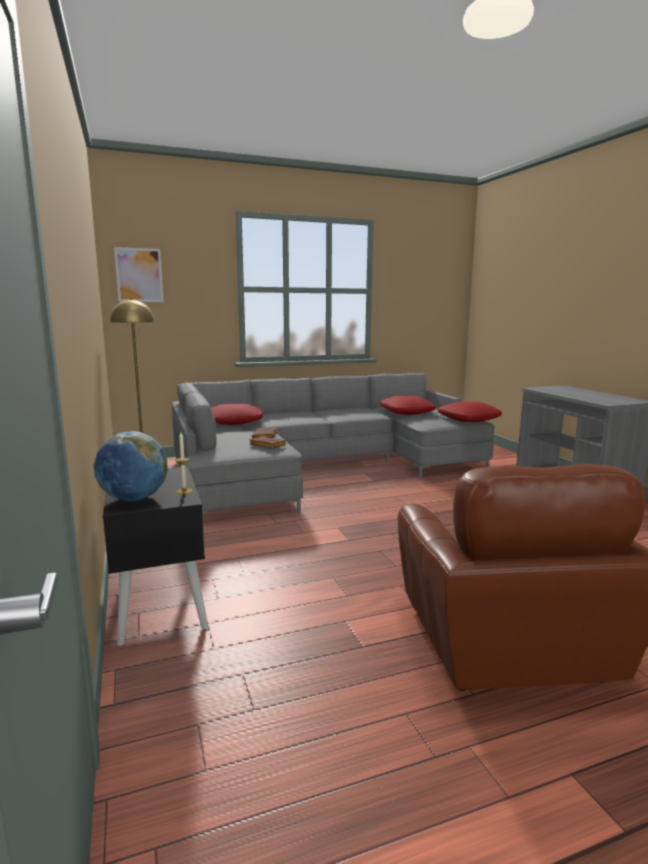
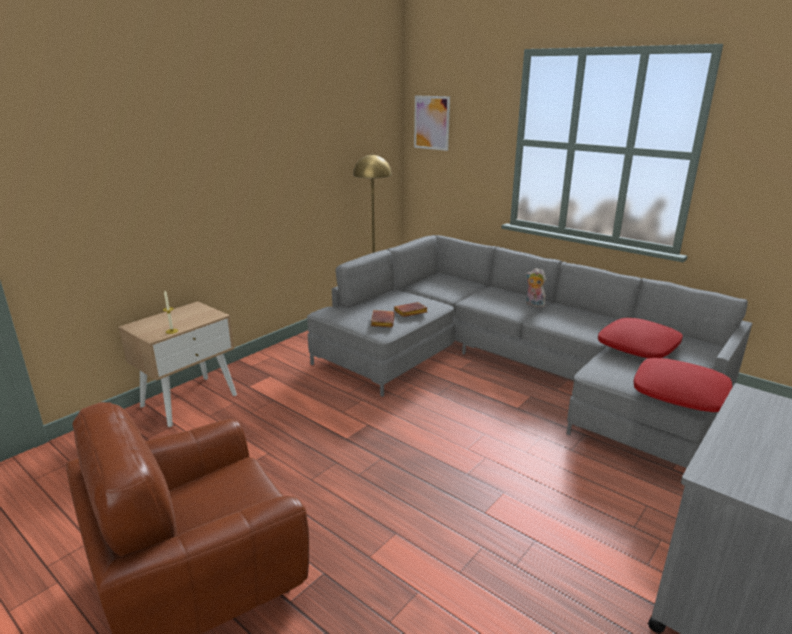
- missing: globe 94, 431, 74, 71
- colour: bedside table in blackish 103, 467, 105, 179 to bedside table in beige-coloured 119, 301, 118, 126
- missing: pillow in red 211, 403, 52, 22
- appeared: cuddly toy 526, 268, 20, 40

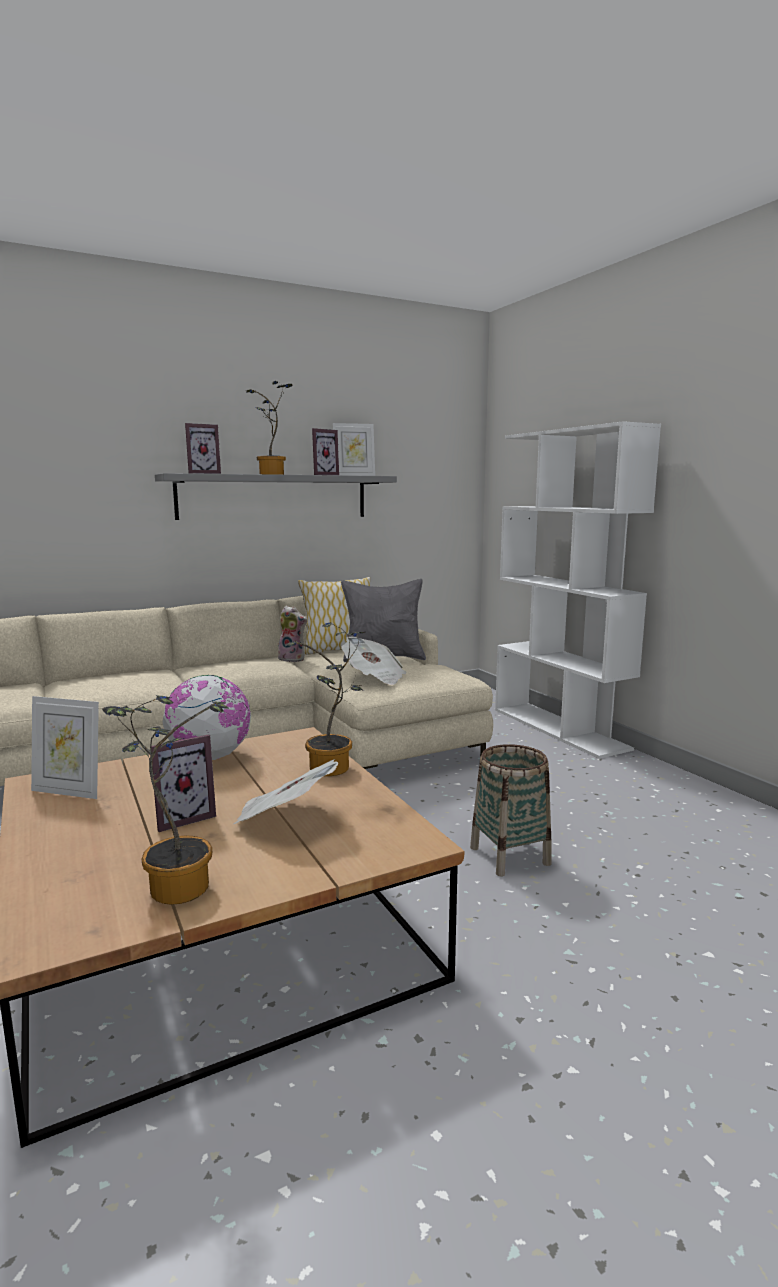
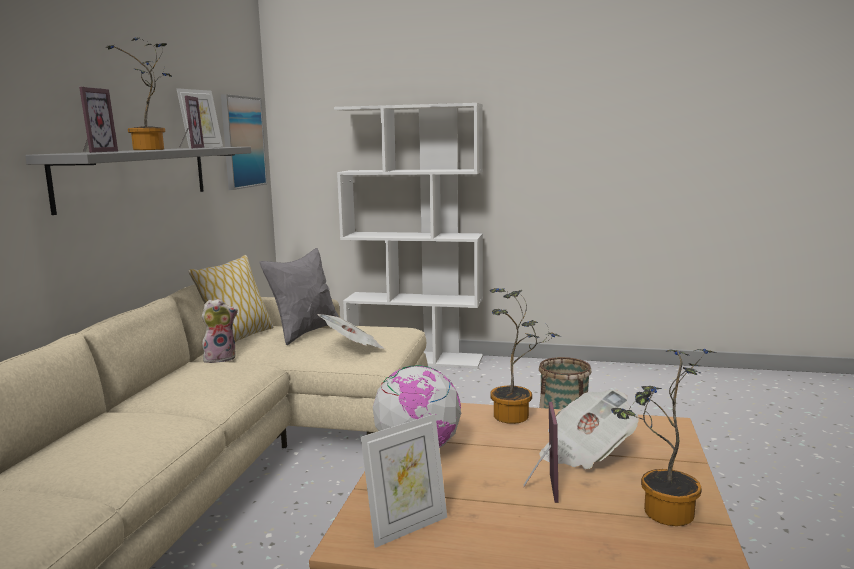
- appeared: picture 221, 94, 46, 96

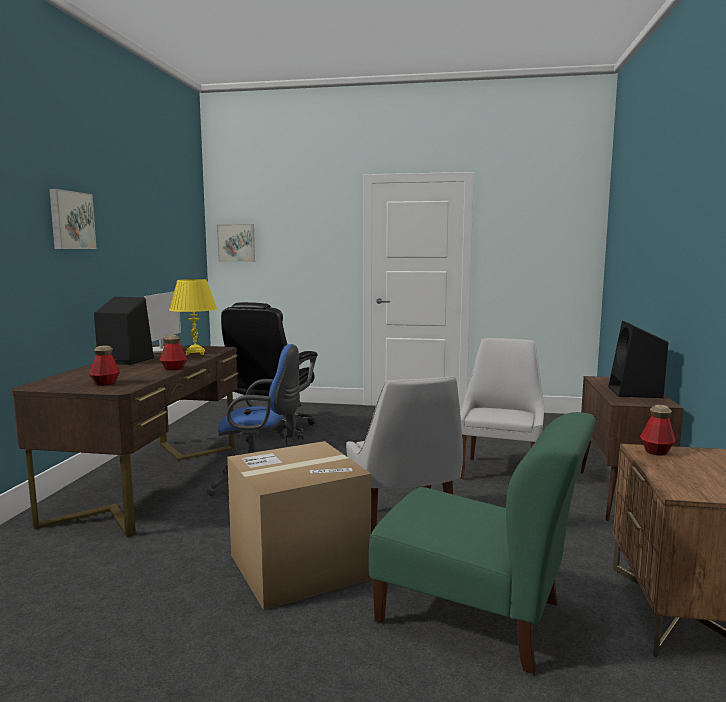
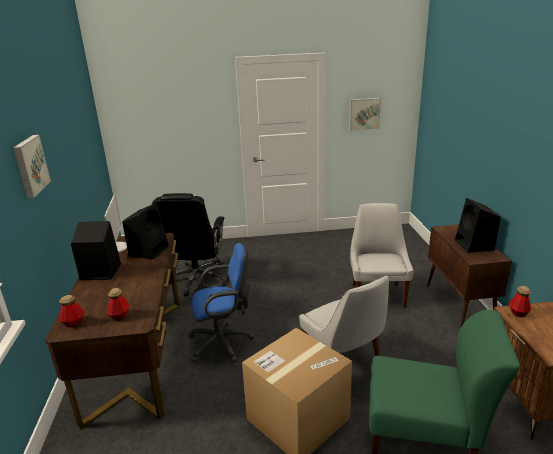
- relocated: beverage bottle 160, 335, 27, 35 to 59, 295, 26, 32
- exchanged: lamp for a table in yellow 169, 279, 48, 77 to loudspeaker in blackish 122, 203, 47, 56
- relocated: picture 217, 224, 38, 38 to 349, 98, 32, 33

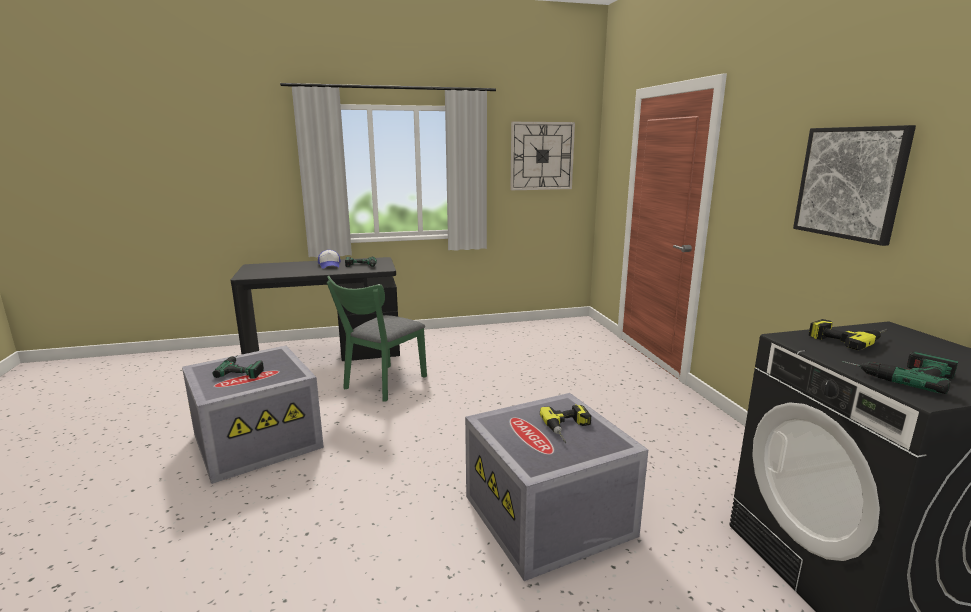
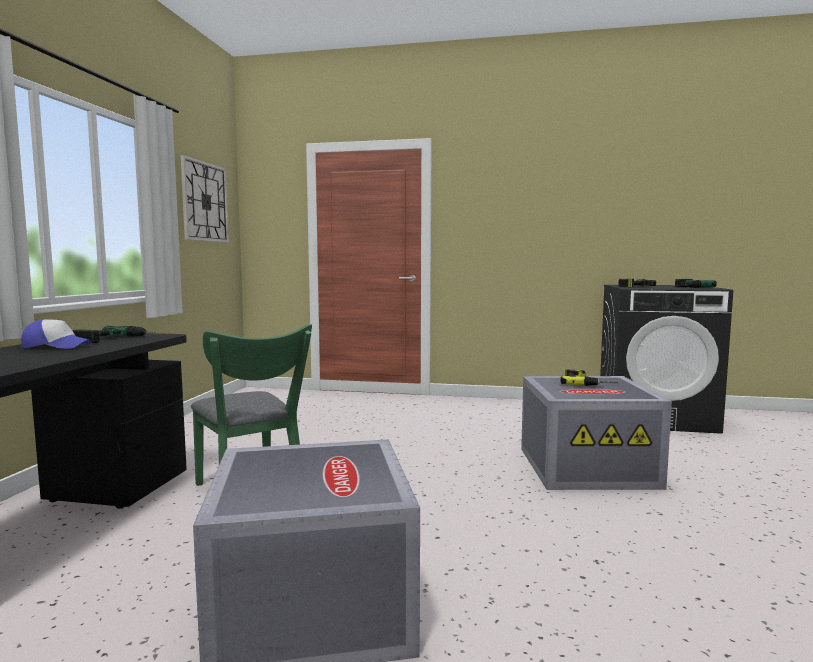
- missing: electric drill 212, 355, 52, 24
- missing: picture 793, 125, 123, 121

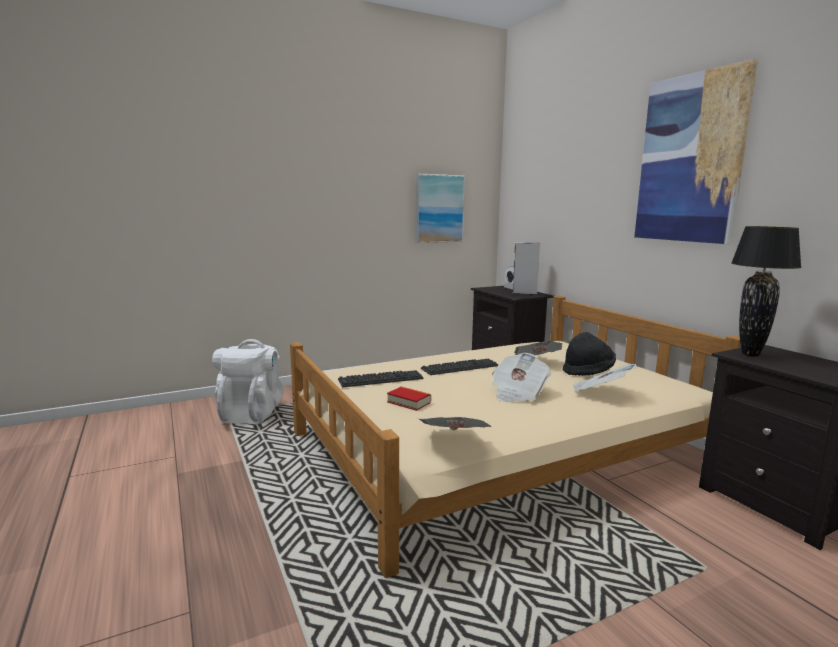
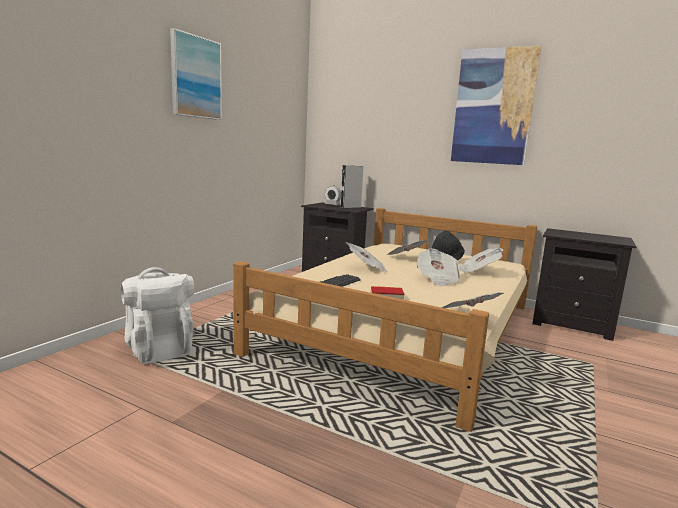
- relocated: picture 415, 173, 50, 70 to 170, 28, 52, 92
- exchanged: keyboard 421, 359, 77, 16 to daily paper 346, 242, 41, 30
- missing: lamp for a table in blackish 731, 226, 70, 130

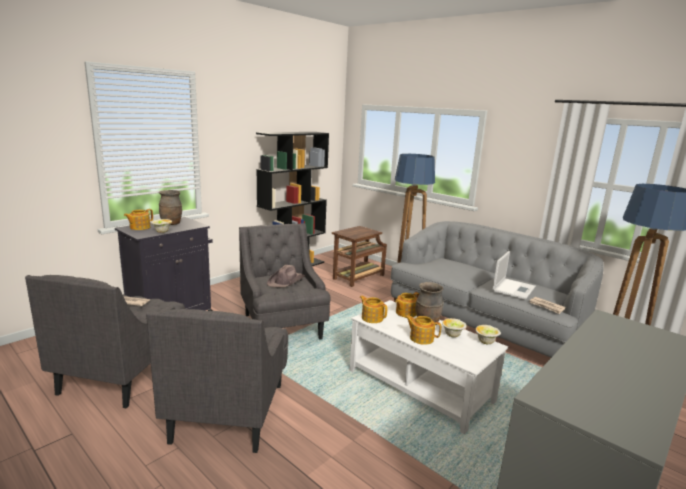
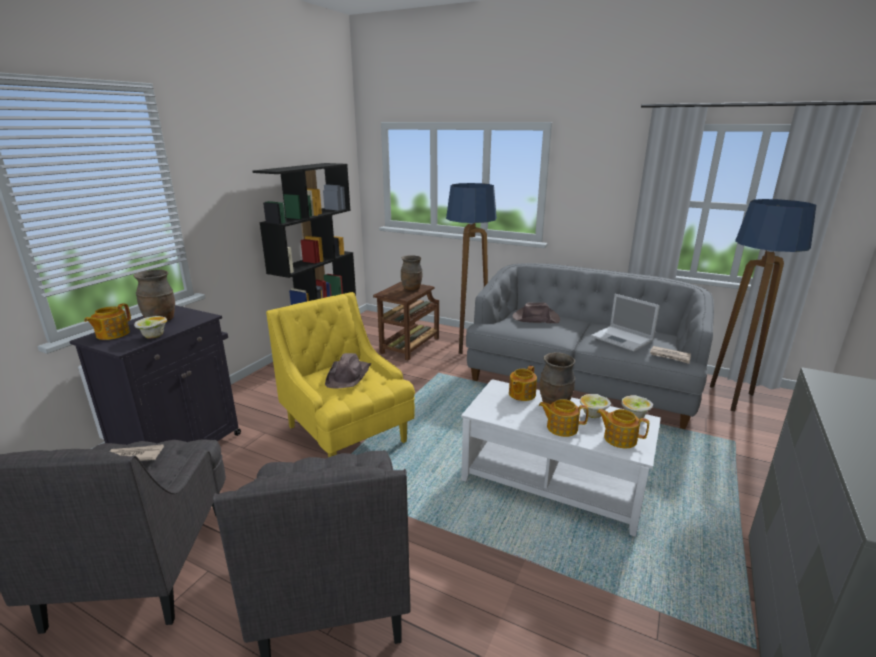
- colour: lounge chair in gray 239, 223, 92, 116 to lounge chair in yellow 266, 292, 149, 165
- relocated: pot for tea 360, 295, 27, 28 to 597, 409, 52, 39
- spun: portable computer 493, 251, 43, 49 = 591, 294, 69, 57 120 degrees clockwise
- appeared: decorative vase in brown-coloured 401, 255, 22, 36
- appeared: hat in brown-coloured 512, 302, 48, 21

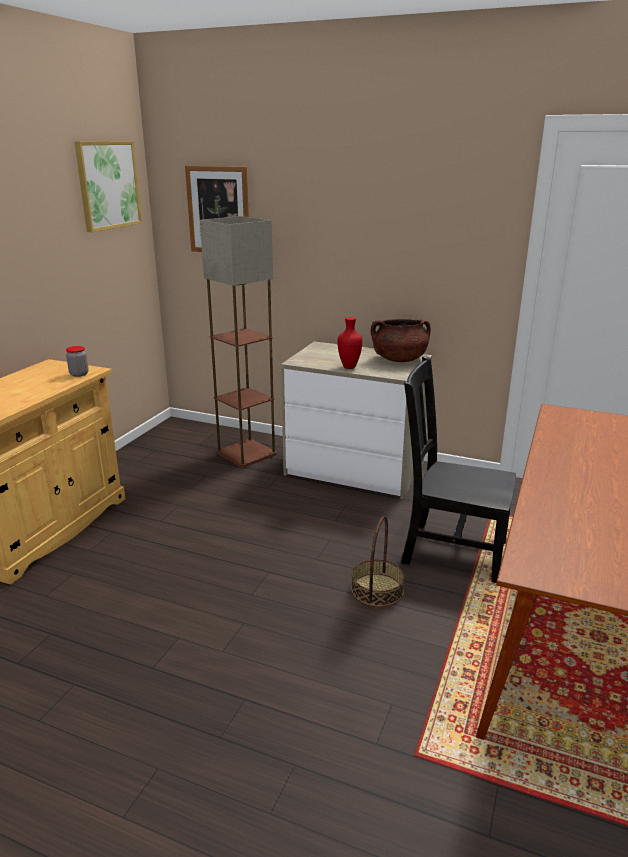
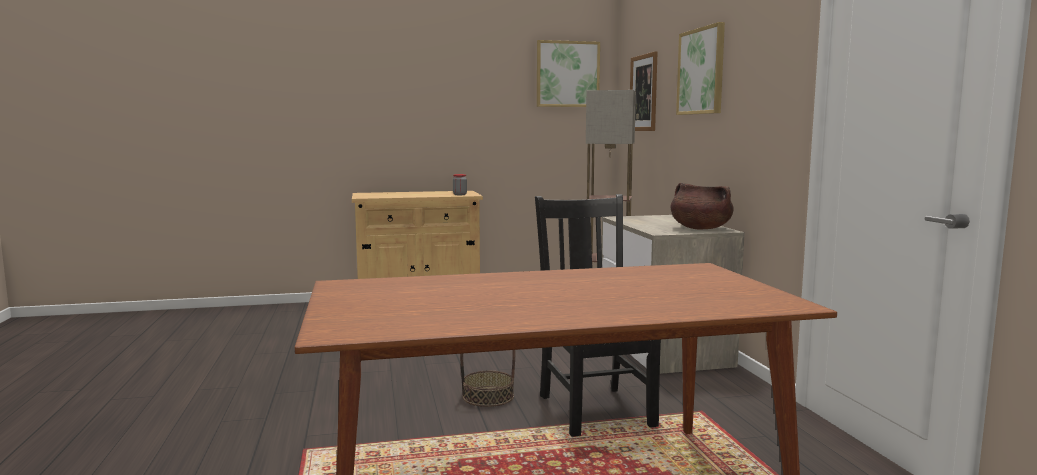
- missing: decorative vase in red 337, 317, 26, 52
- appeared: picture 676, 22, 49, 93

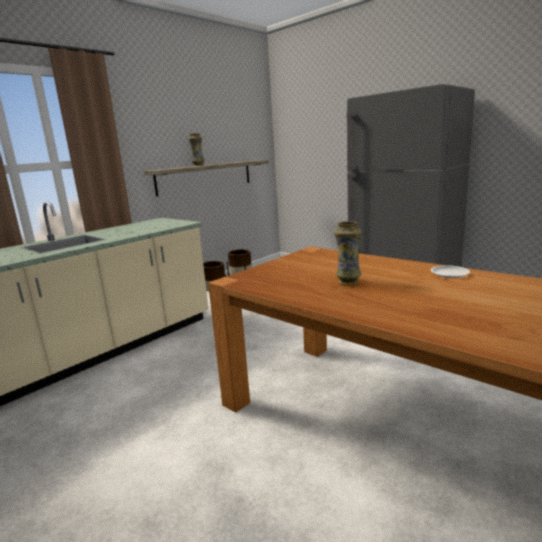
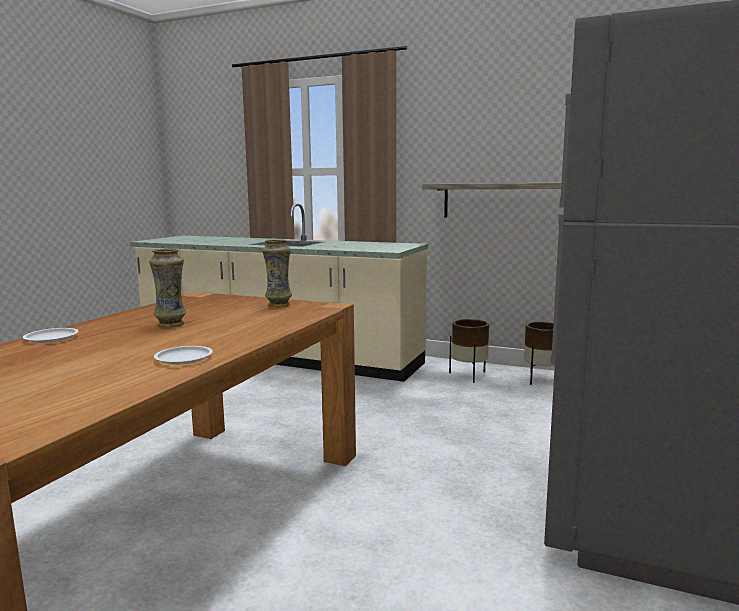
- relocated: decorative vase 188, 133, 16, 33 to 262, 239, 30, 68
- appeared: dinner plate in whitish 23, 328, 55, 15

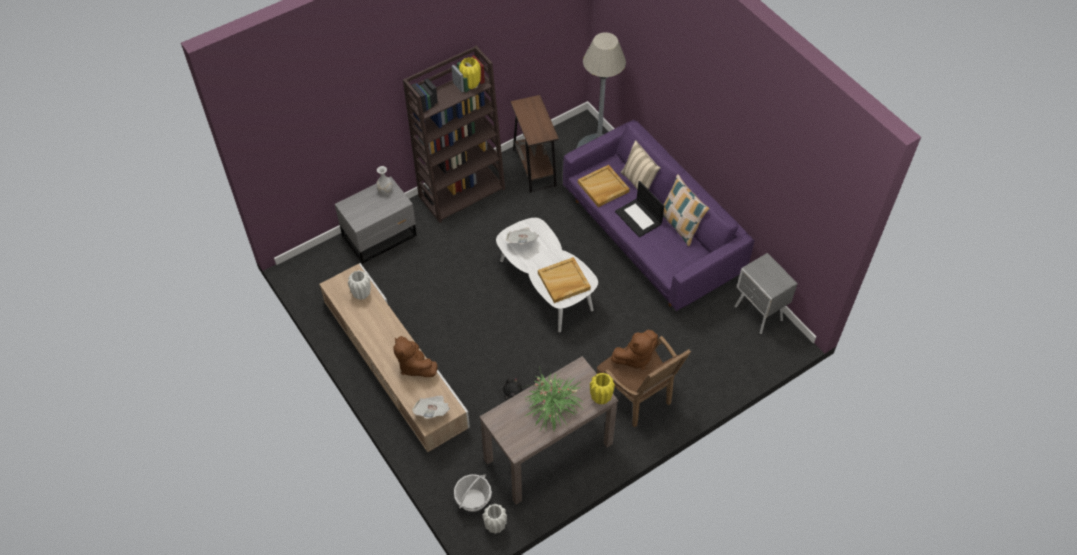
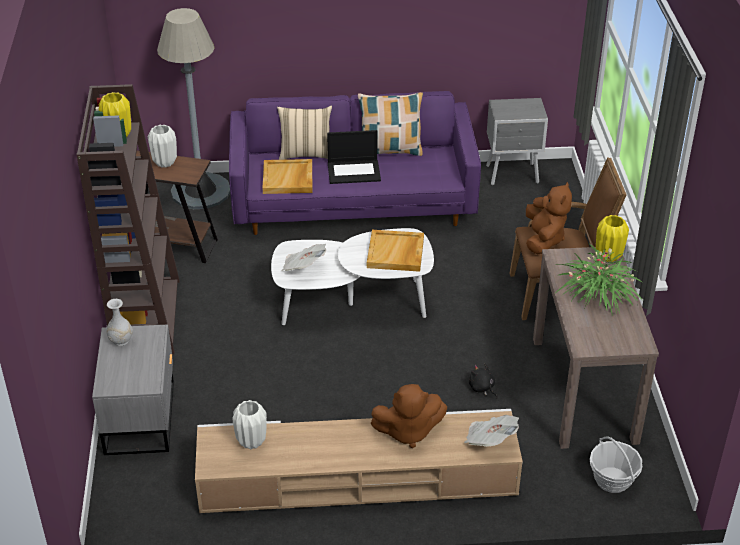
- relocated: decorative vase in whitish 483, 504, 24, 30 to 148, 125, 29, 43

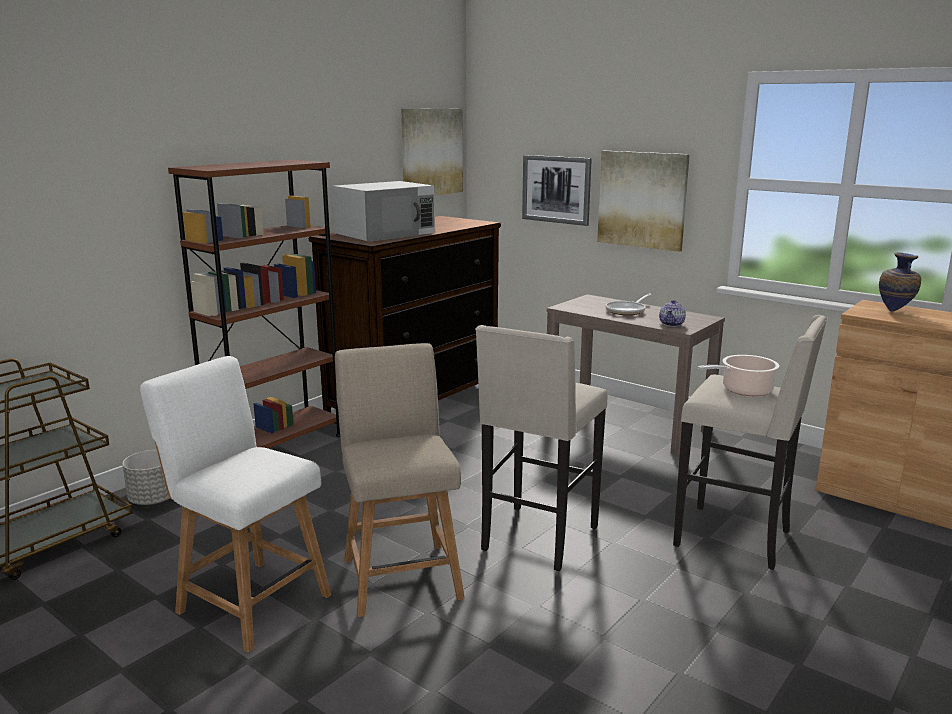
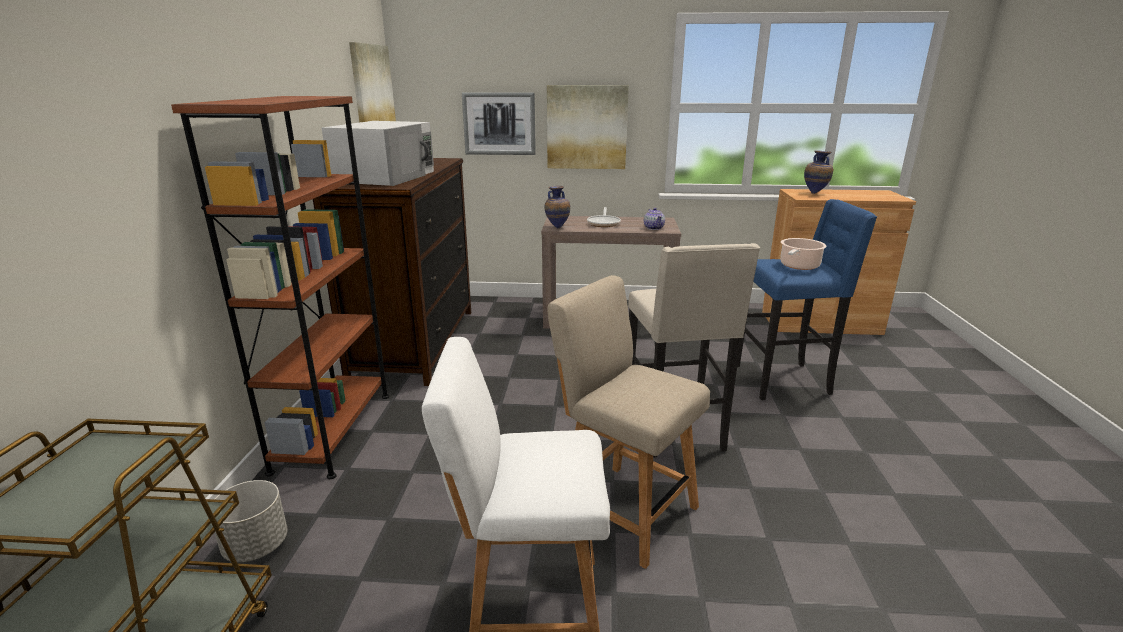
- colour: stool seat in beige-coloured 673, 315, 155, 255 to stool seat in blue 737, 199, 140, 201
- appeared: decorative vase 545, 186, 25, 42

